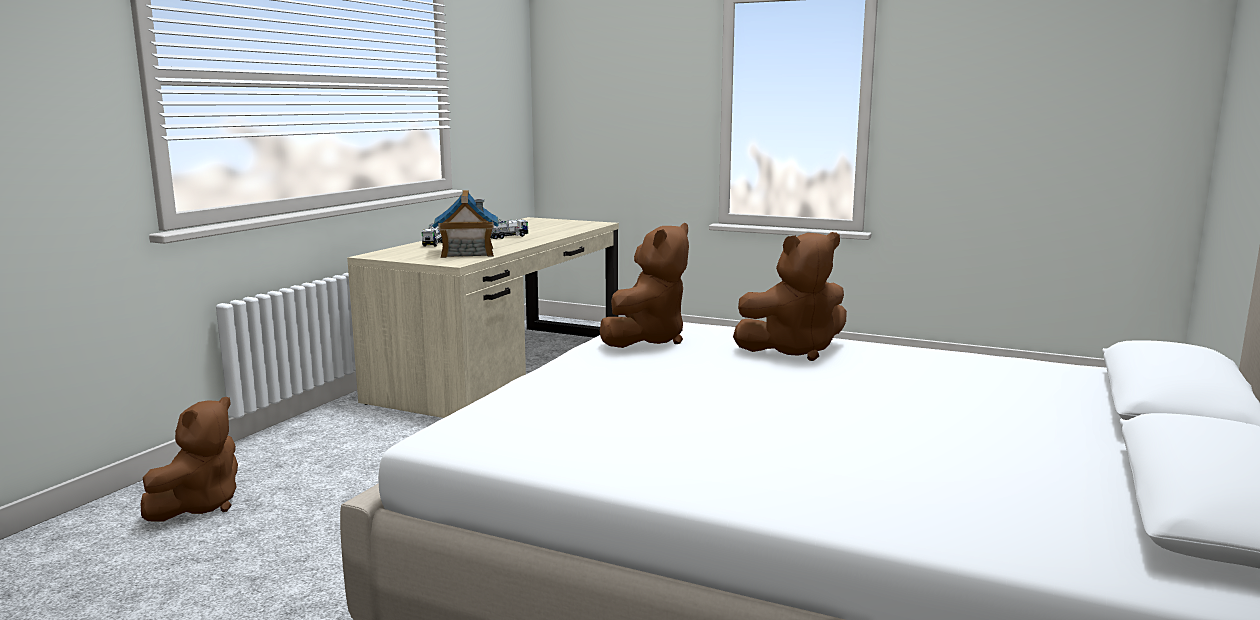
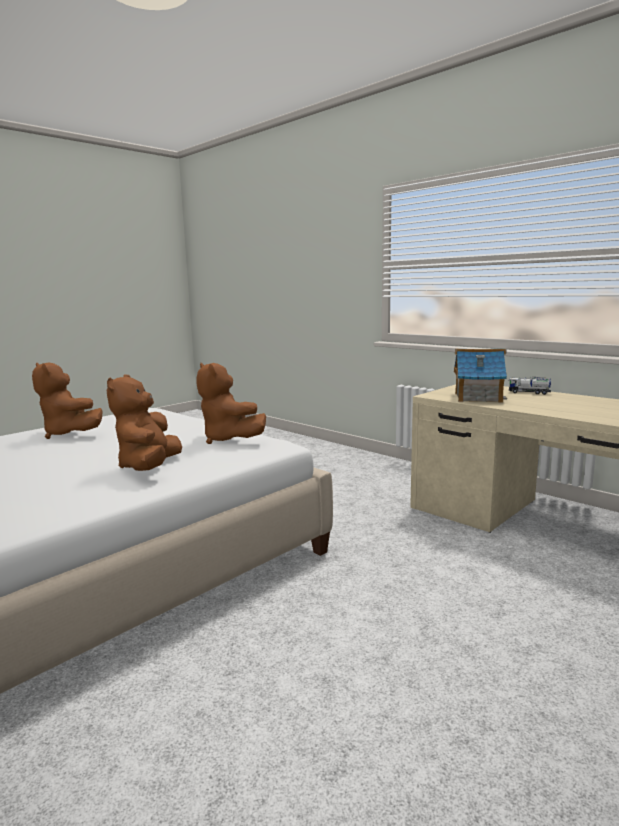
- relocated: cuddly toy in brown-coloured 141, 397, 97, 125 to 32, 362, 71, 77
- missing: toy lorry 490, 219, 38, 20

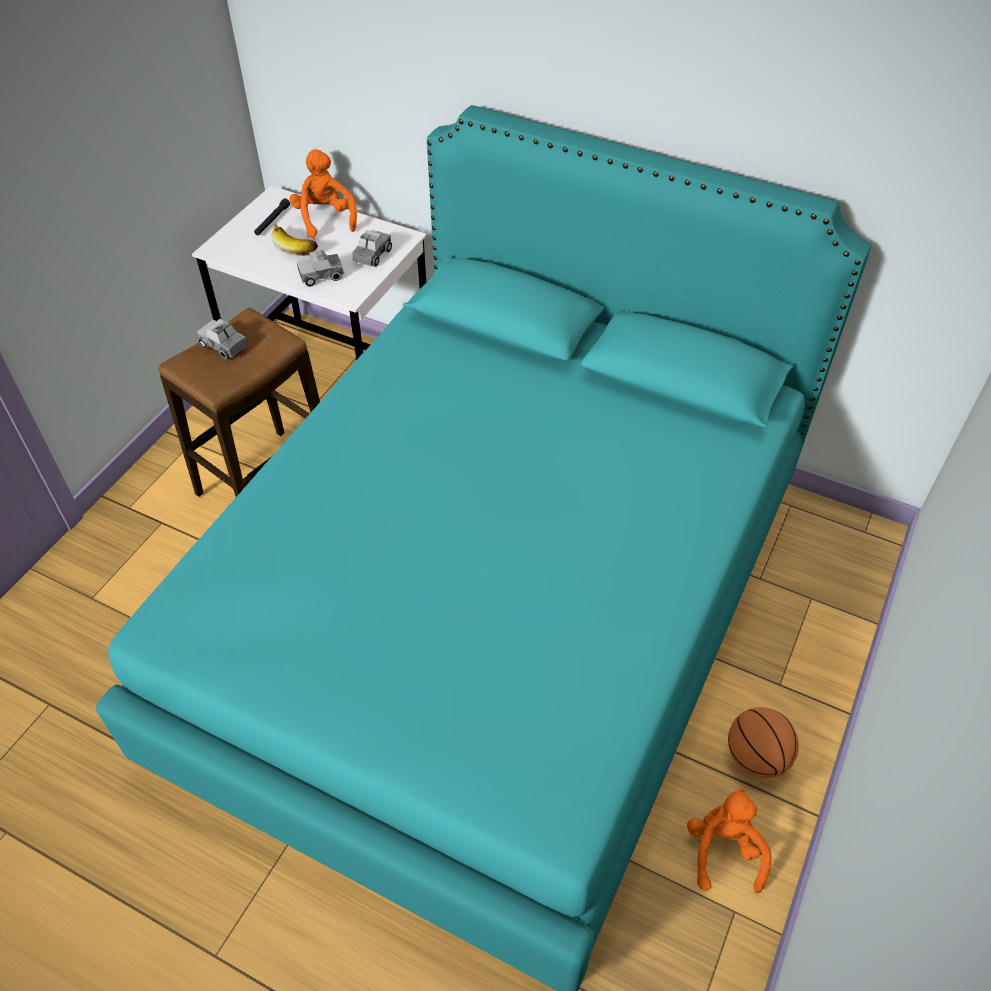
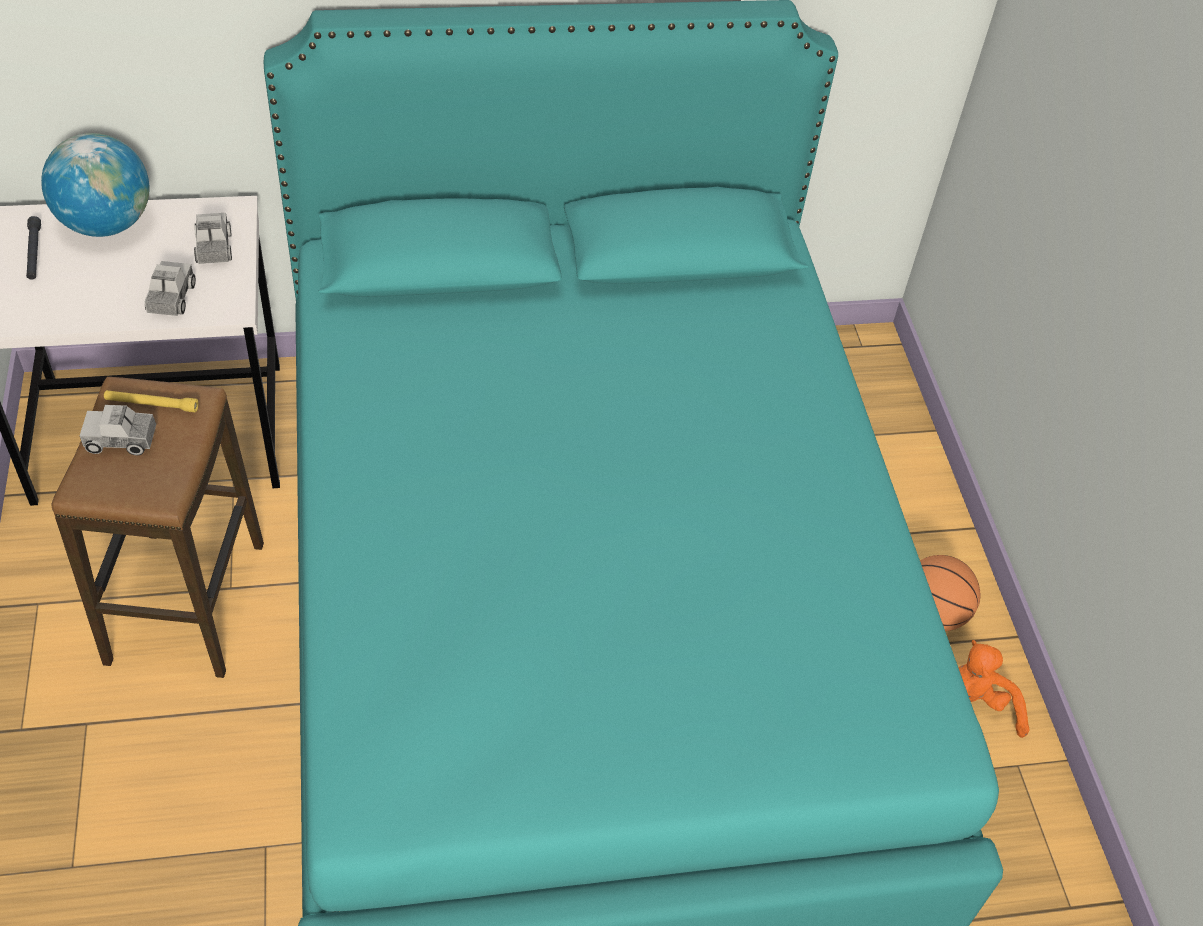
- missing: whole banana 271, 223, 47, 33
- exchanged: cuddly toy in orange 290, 149, 67, 89 to globe 41, 133, 108, 104
- spun: toy lorry 297, 250, 47, 37 = 145, 261, 51, 55 150 degrees clockwise
- appeared: torch in yellow 104, 390, 94, 22

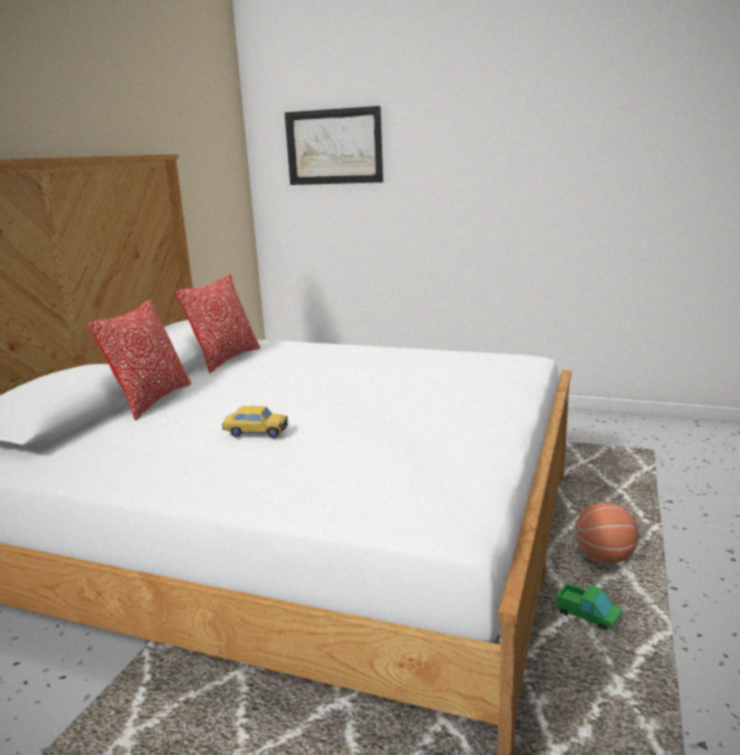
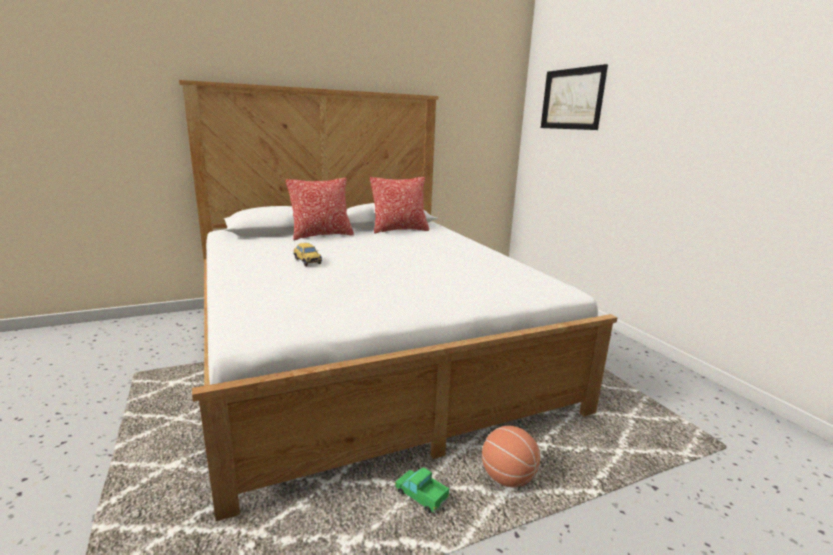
- spun: toy lorry 555, 583, 68, 47 = 394, 467, 56, 47 135 degrees clockwise

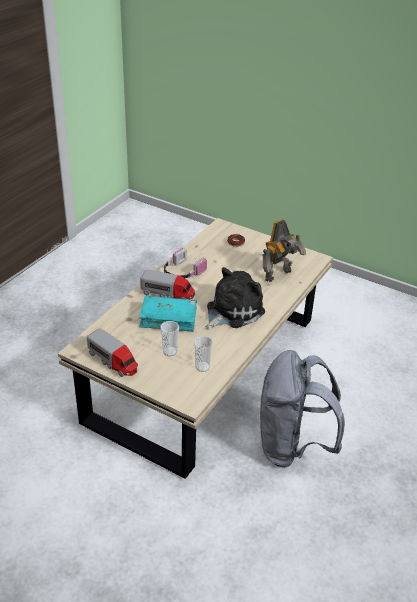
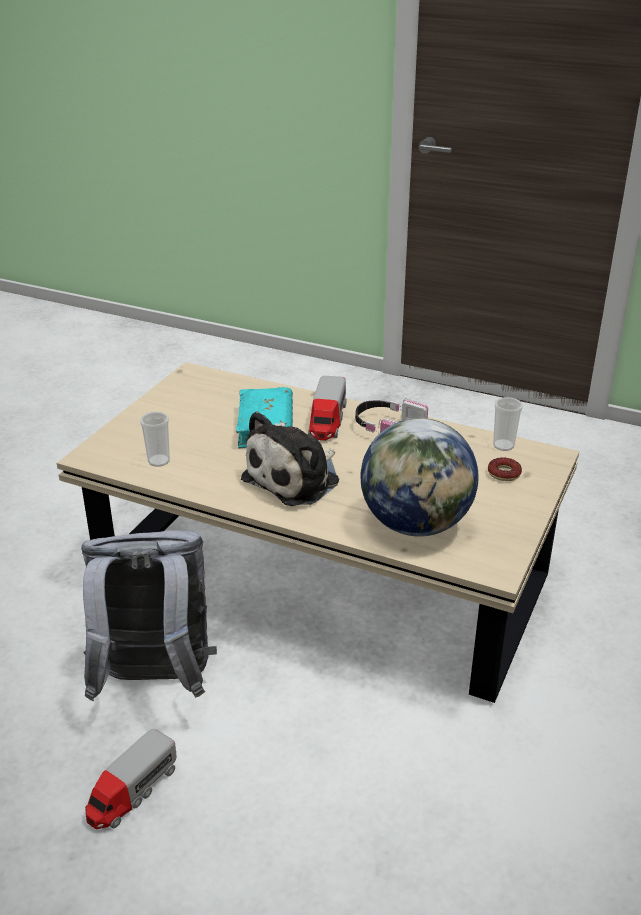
- relocated: toy lorry 87, 329, 51, 48 to 85, 729, 91, 100
- relocated: small cup 160, 321, 19, 35 to 493, 397, 30, 54
- spun: cuddly toy 205, 267, 60, 63 = 241, 411, 98, 95 90 degrees clockwise
- exchanged: model robot 263, 219, 43, 63 to globe 360, 418, 118, 118

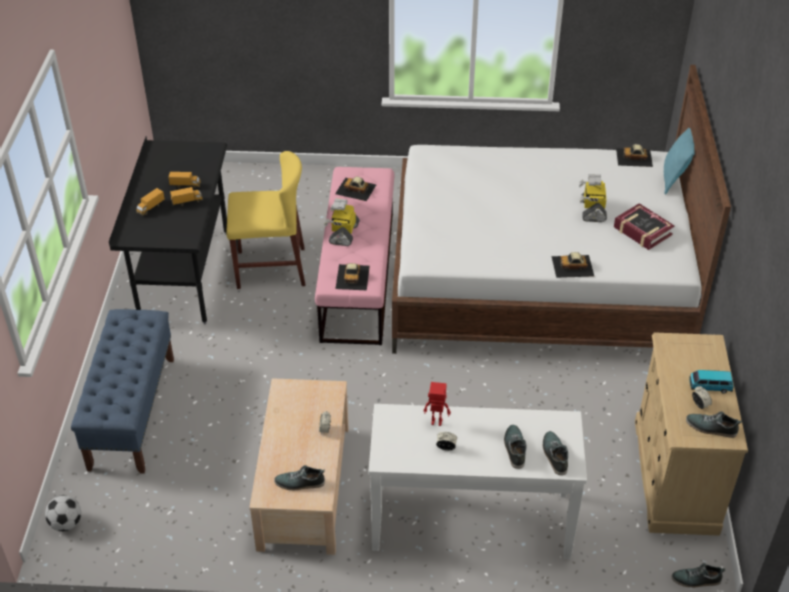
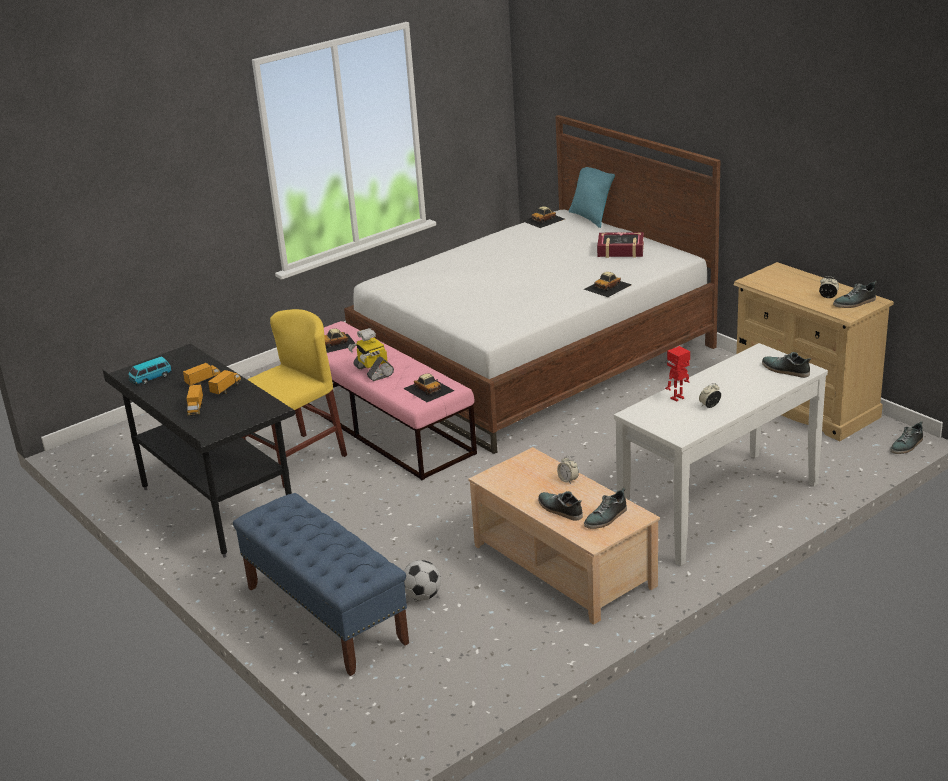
- relocated: ball for football 45, 495, 36, 36 to 404, 560, 37, 41
- relocated: low shoe 504, 425, 23, 44 to 538, 491, 45, 30
- missing: model robot 579, 174, 28, 48
- relocated: miniature car 689, 370, 45, 23 to 128, 357, 44, 28

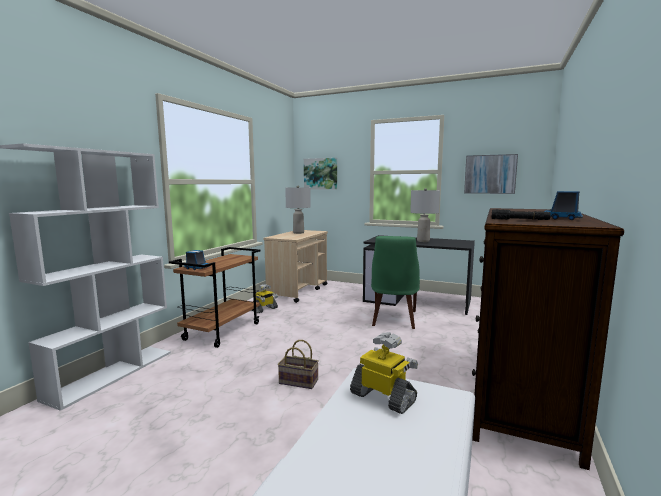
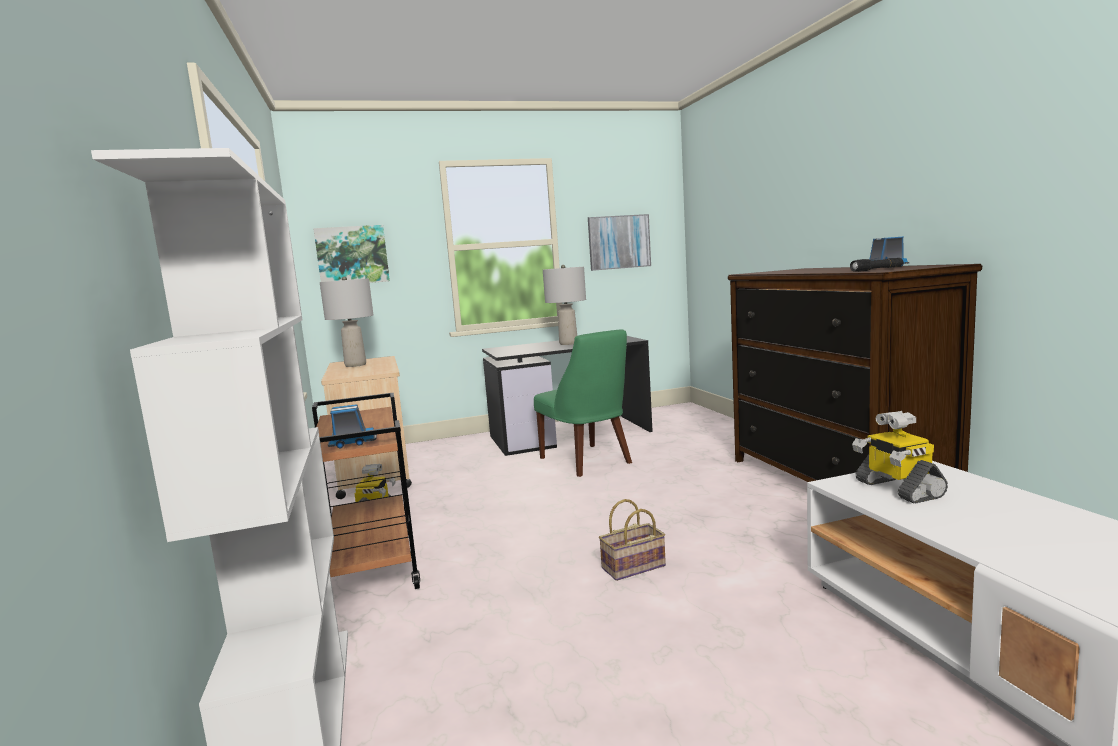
- spun: model robot 350, 332, 68, 82 = 852, 411, 96, 93 105 degrees counterclockwise

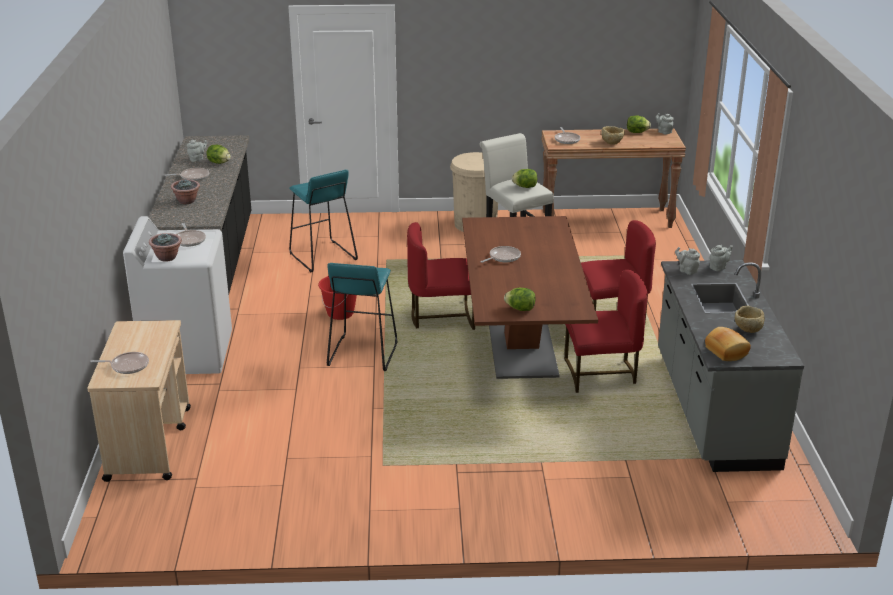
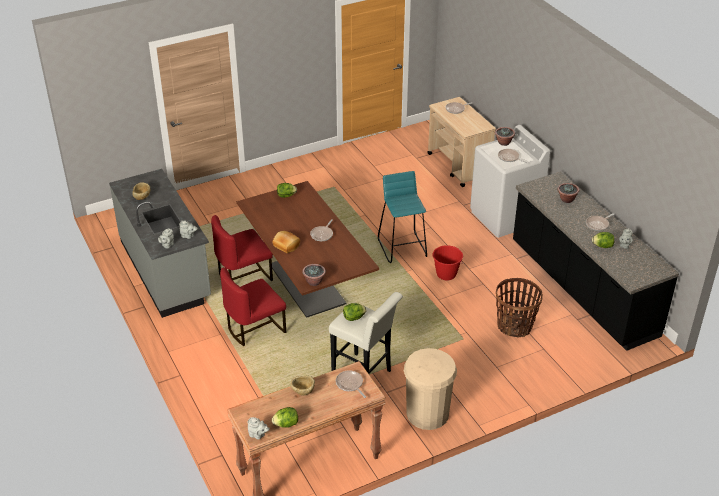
- exchanged: stool seat in turquoise-coloured 289, 170, 69, 103 to household basket 496, 278, 47, 60
- missing: plain chair in red 407, 222, 68, 108
- relocated: baked bread 705, 327, 46, 34 to 273, 231, 27, 22
- appeared: plant in a pot 302, 264, 24, 22

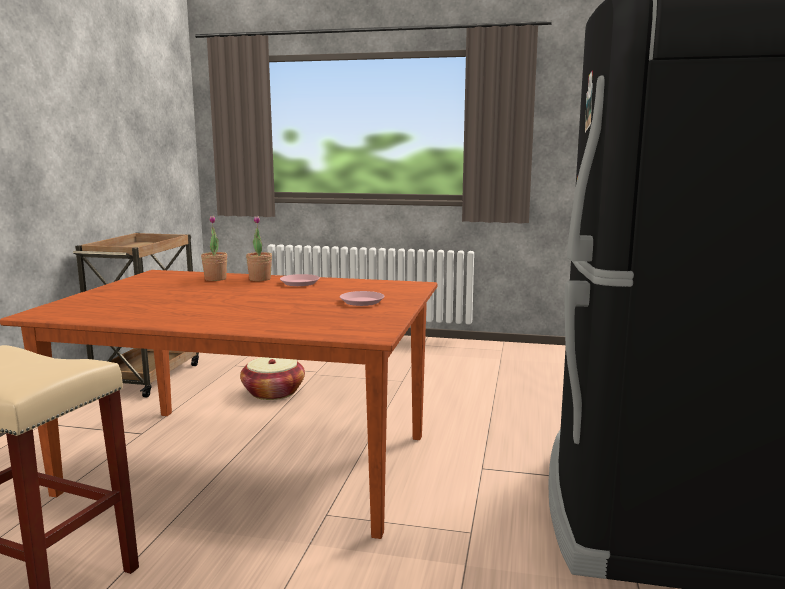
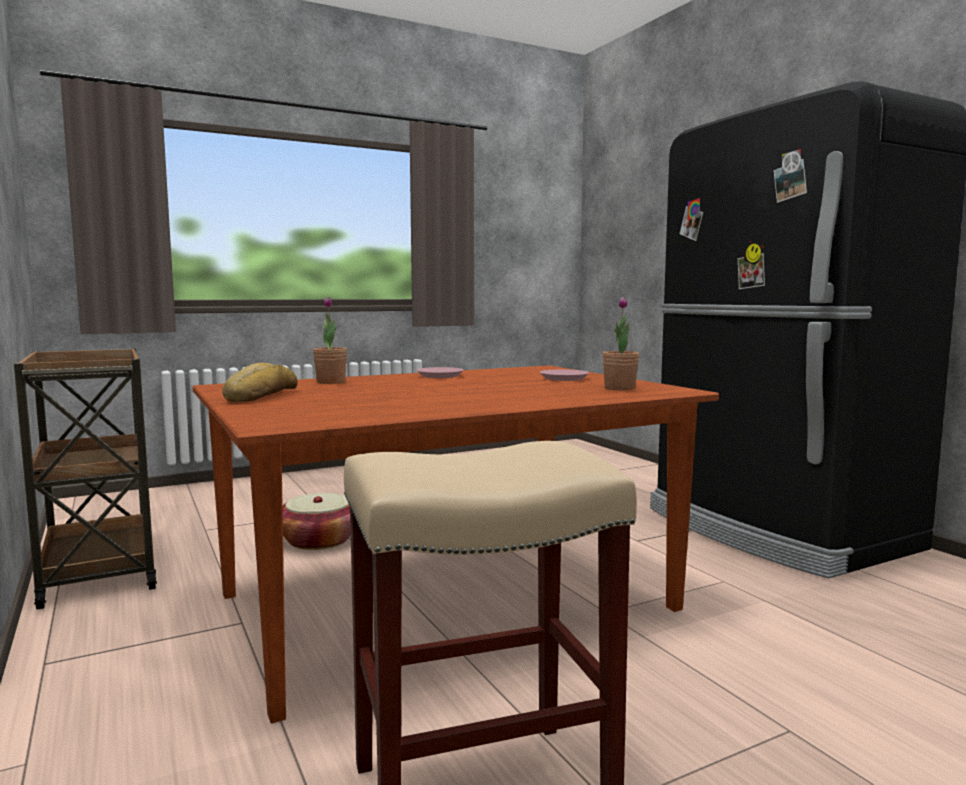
- relocated: plant in a pot 246, 216, 26, 65 to 603, 297, 36, 93
- appeared: baked bread 222, 363, 76, 39

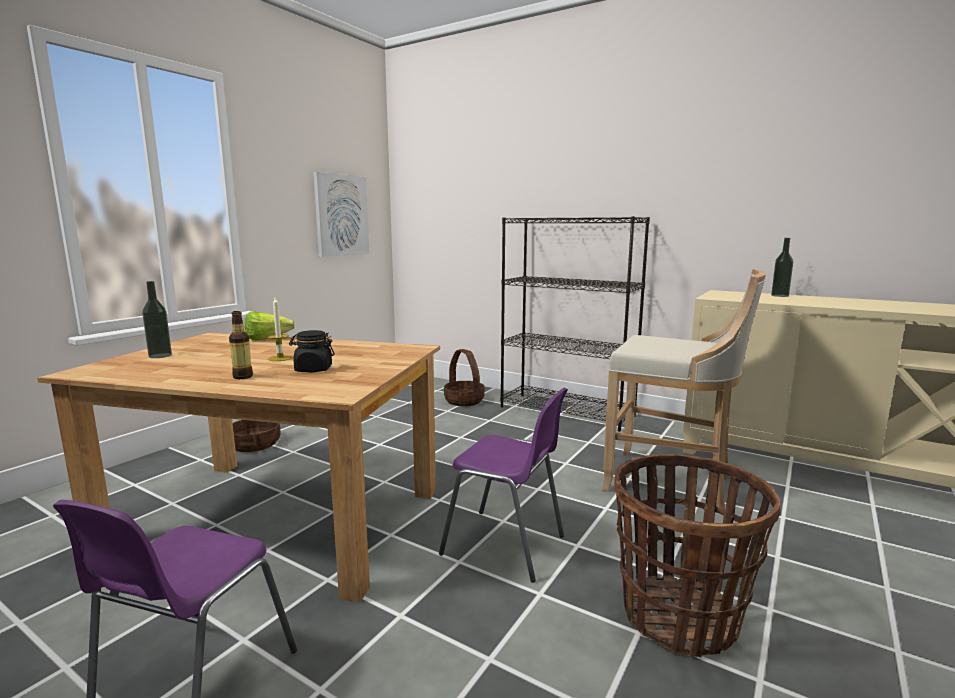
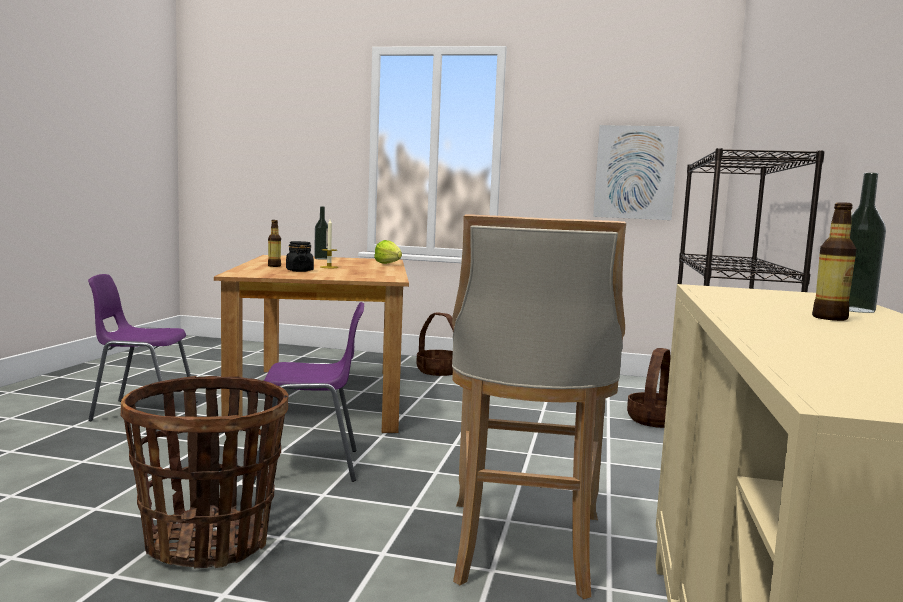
- spun: plain chair in purplish 439, 388, 129, 195 = 254, 302, 110, 182 105 degrees counterclockwise
- appeared: beverage bottle 812, 202, 44, 119

